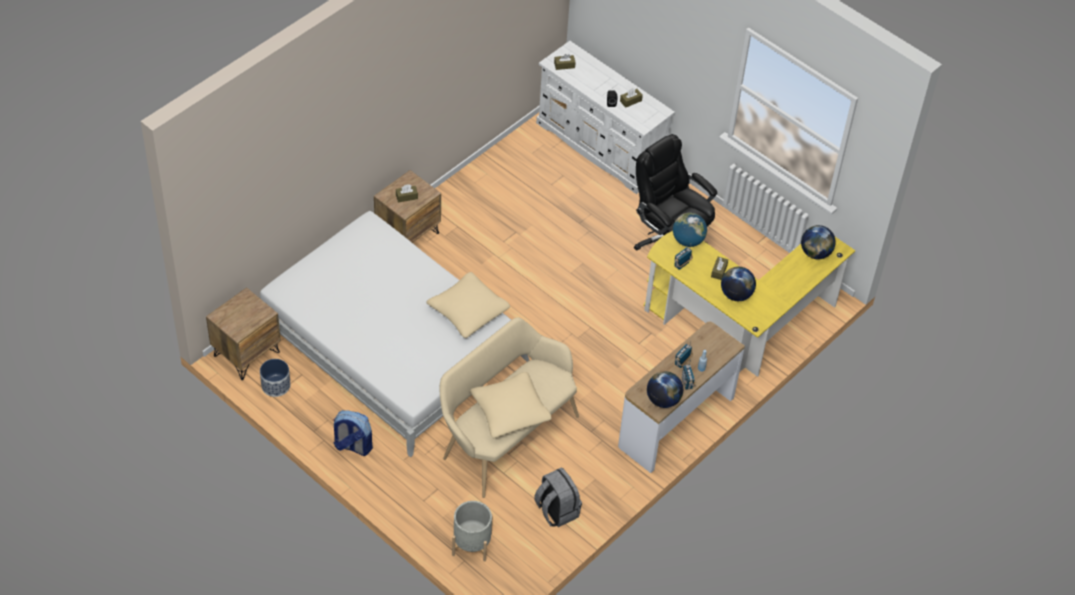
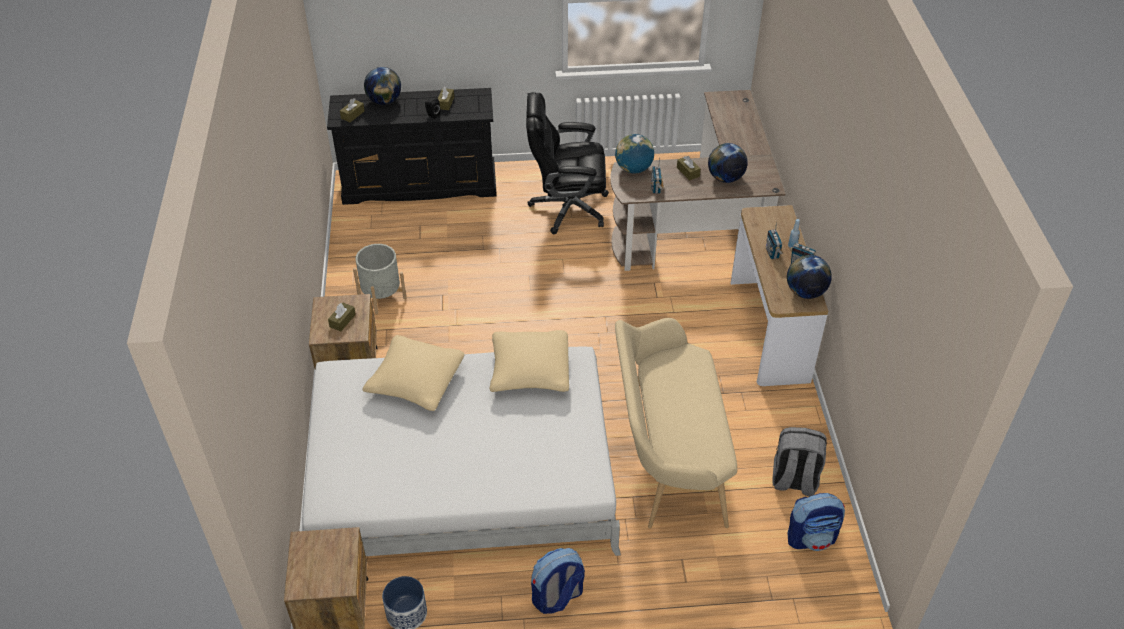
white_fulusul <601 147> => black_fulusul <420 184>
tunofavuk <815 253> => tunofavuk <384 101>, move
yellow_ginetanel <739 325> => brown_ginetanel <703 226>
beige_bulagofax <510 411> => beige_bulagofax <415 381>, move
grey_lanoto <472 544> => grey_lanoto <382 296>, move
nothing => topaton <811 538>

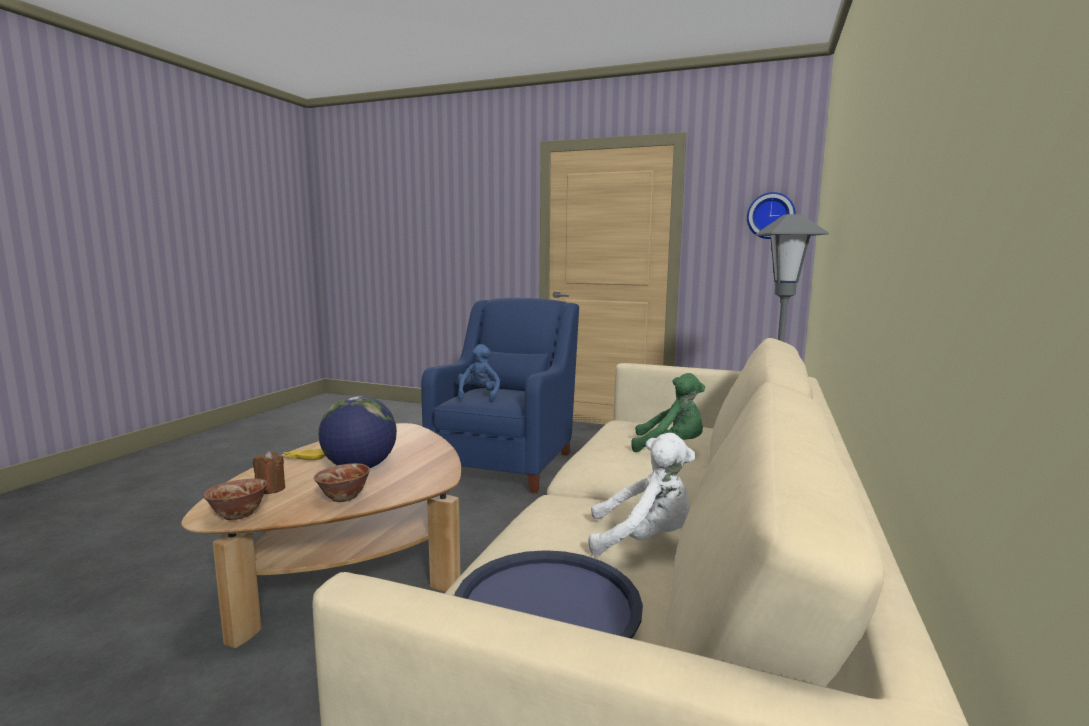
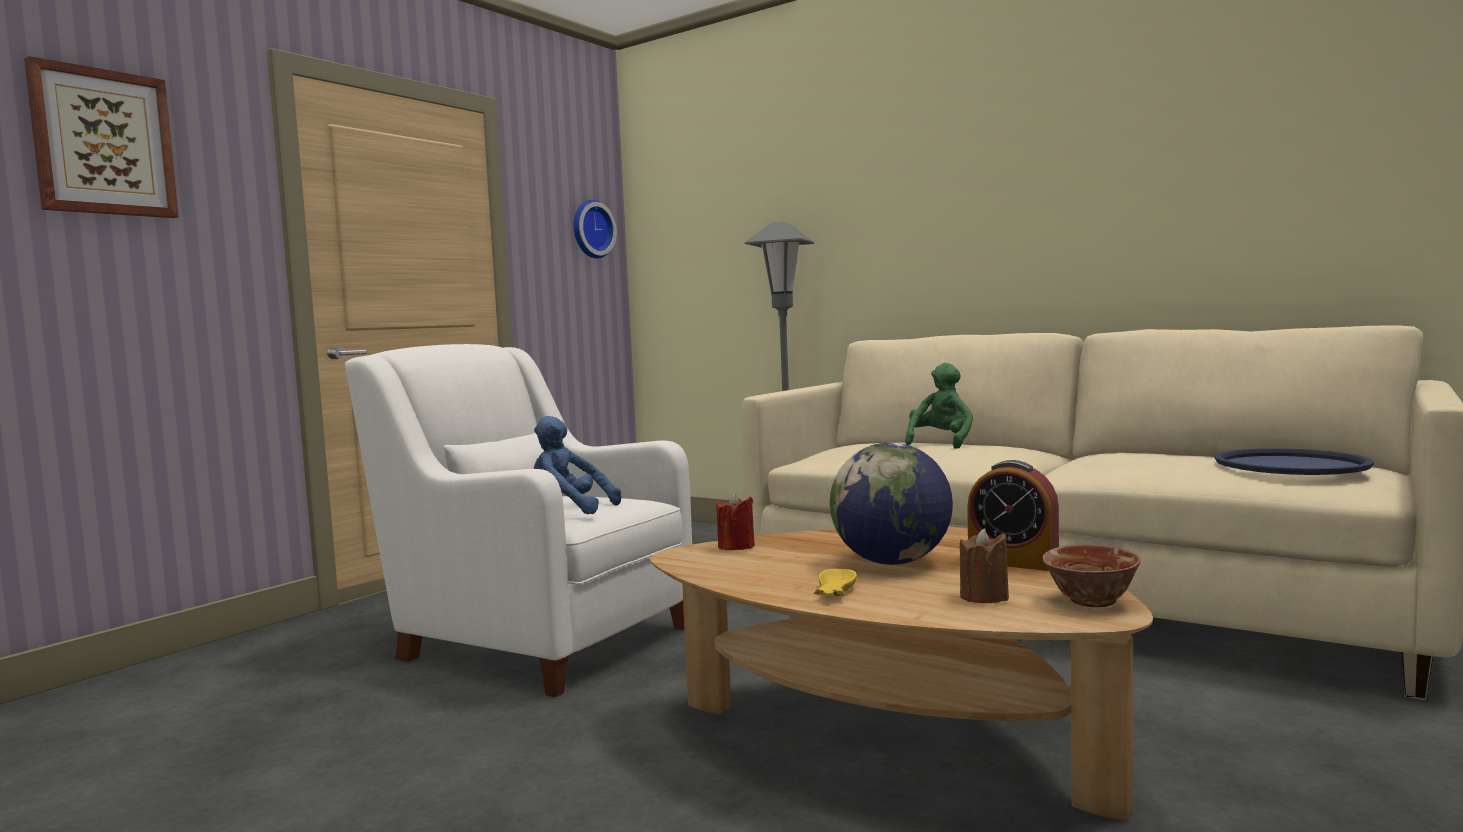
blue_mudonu <506 462> => white_mudonu <537 640>
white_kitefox <644 540> => nothing
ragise <343 497> => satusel <1013 562>
nothing => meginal <103 143>
nothing => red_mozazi <736 546>

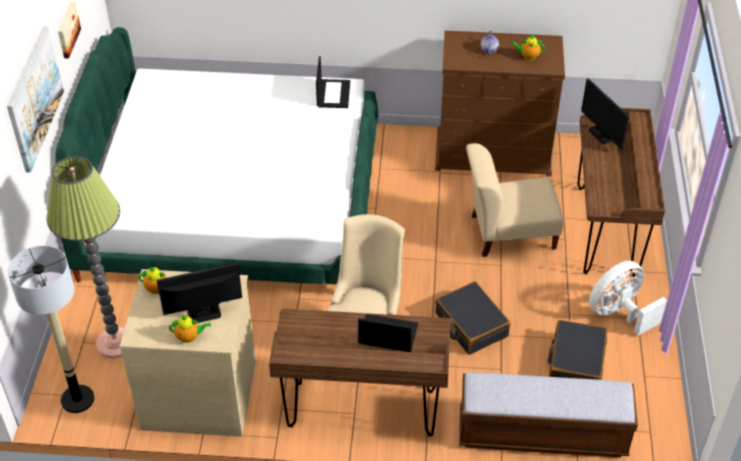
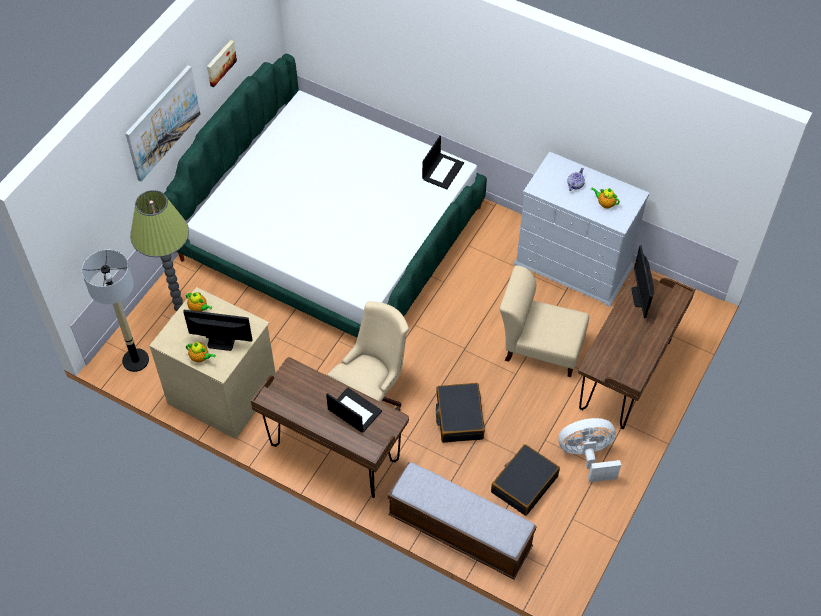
brown_fulusul <493 152> => white_fulusul <574 265>

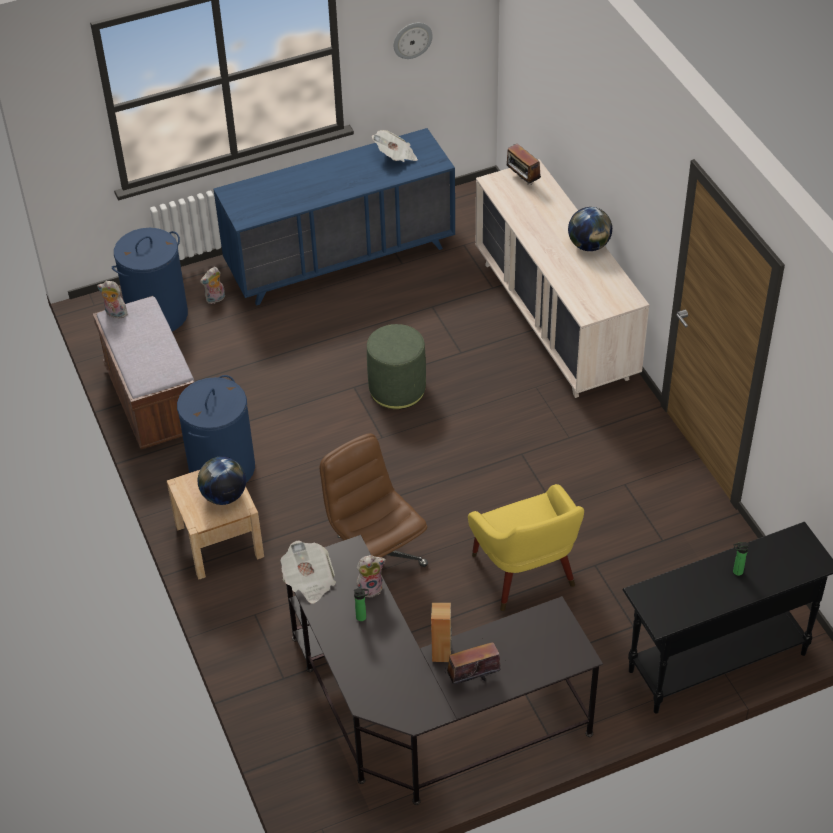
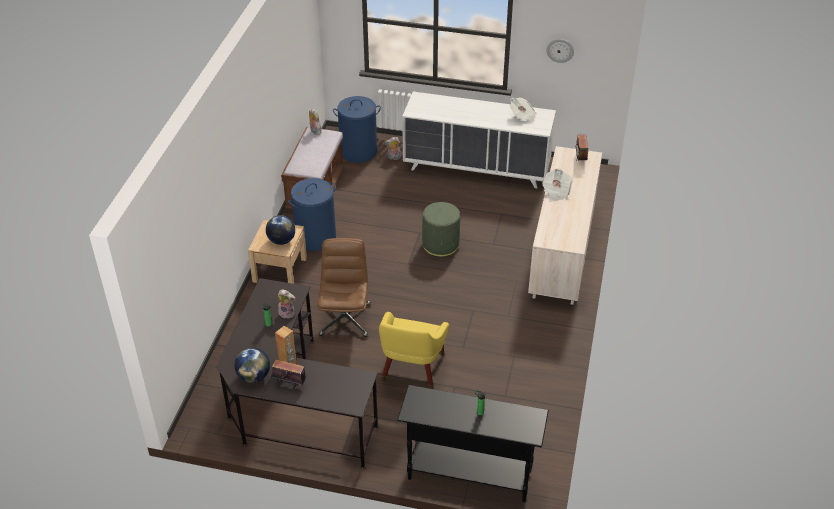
blue_fulusul <341 259> => white_fulusul <477 168>
tunofavuk <589 245> => tunofavuk <254 376>, move
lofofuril <309 581> => lofofuril <556 192>, move

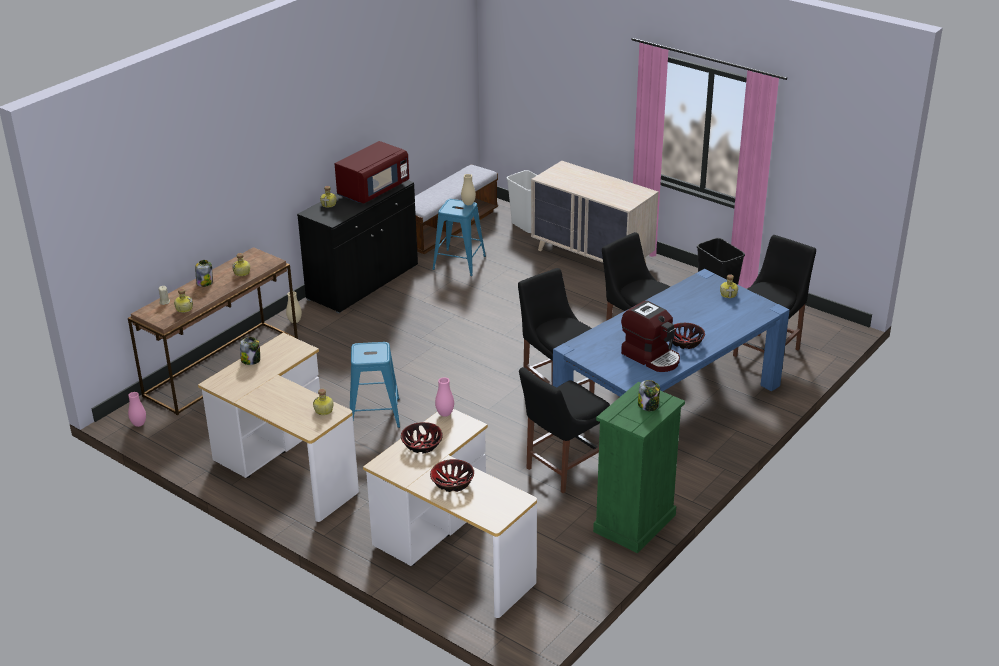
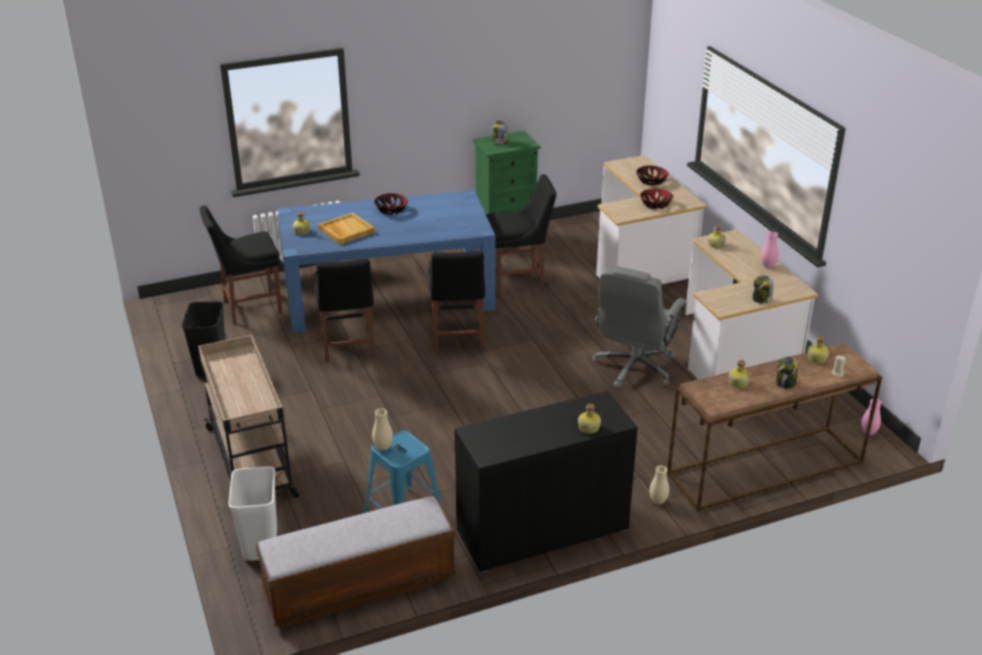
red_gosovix <373 190> => nothing
beige_fulusul <592 257> => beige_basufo <251 463>
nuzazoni <651 356> => nothing
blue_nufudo <374 414> => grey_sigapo <634 368>
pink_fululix <445 414> => pink_fululix <767 266>, move
nothing => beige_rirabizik <346 230>

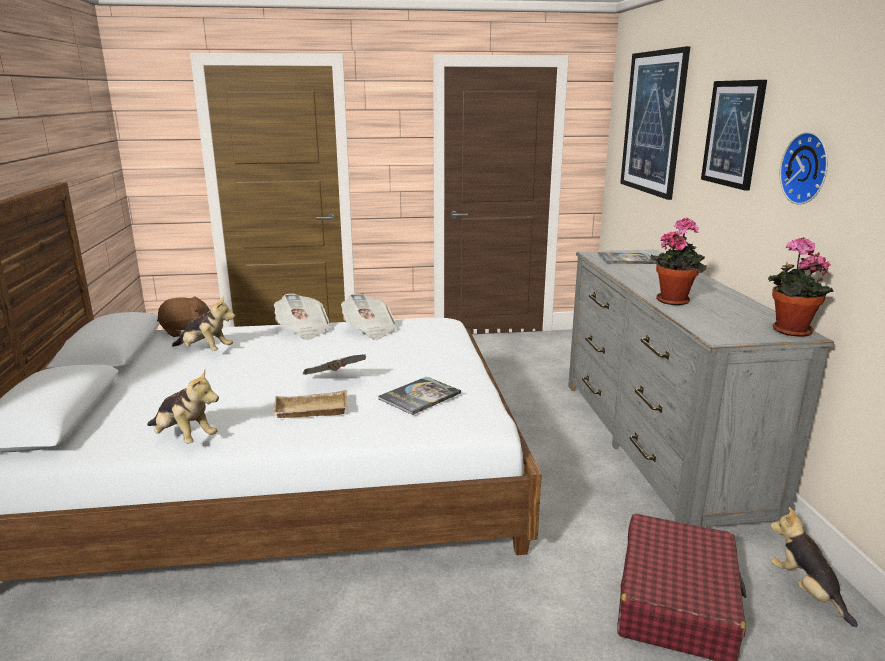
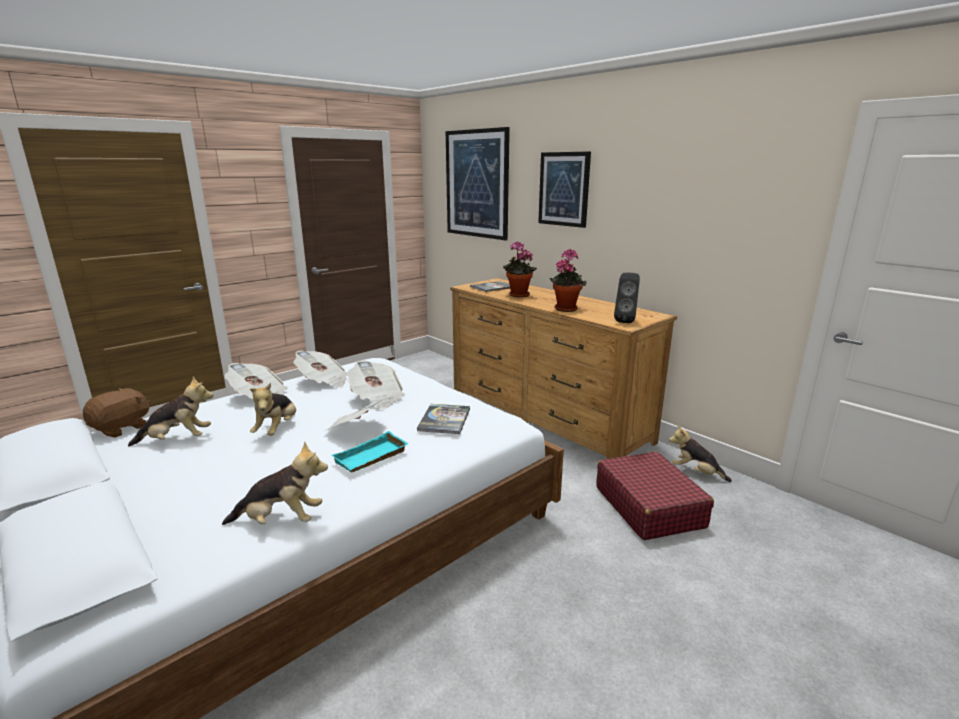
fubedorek <808 168> => nothing
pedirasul <788 331> => pedirasul <517 295>, move
grey_fulusul <656 444> => brown_fulusul <546 416>
beige_rirabizik <310 411> => turquoise_rirabizik <371 458>
nothing => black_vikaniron <625 321>
nothing => lofofuril <377 398>
nothing => kitefox <277 429>

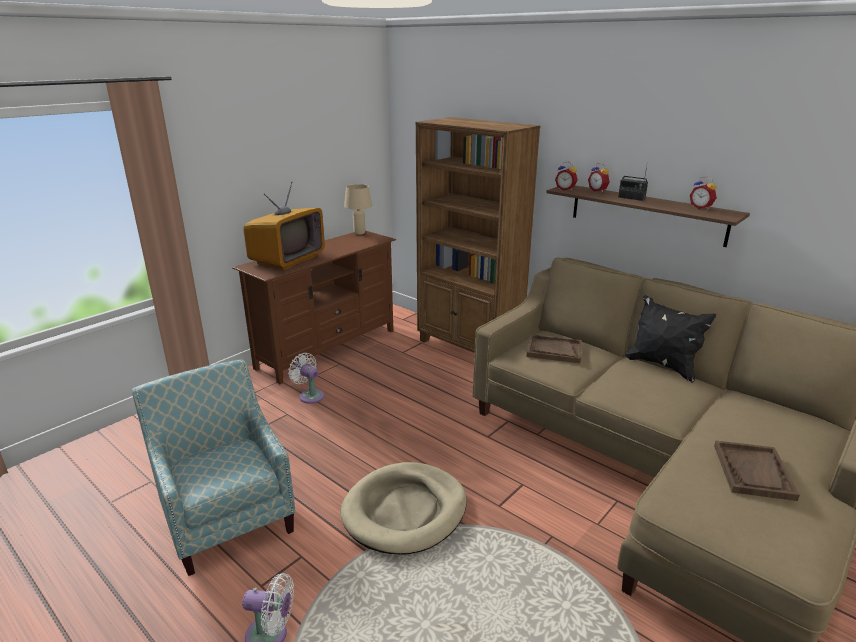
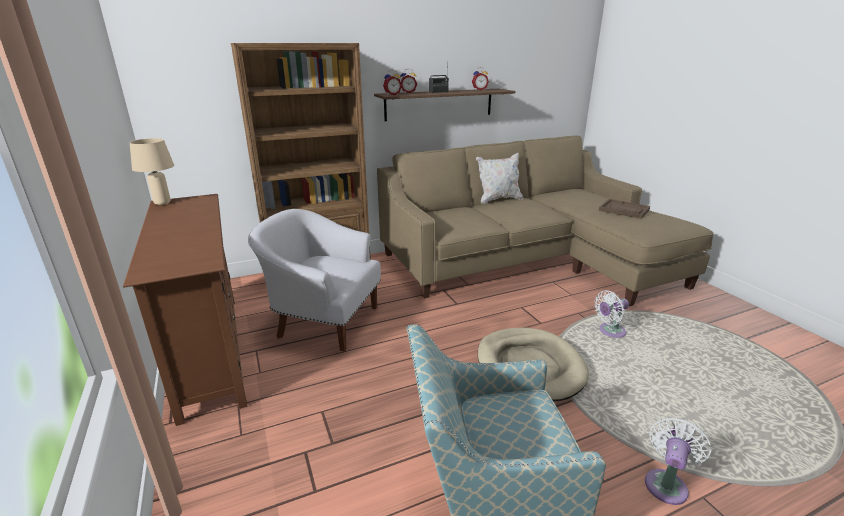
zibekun <287 259> => nothing
black_bulagofax <662 365> => white_bulagofax <498 199>
brown_rirabizik <554 350> => nothing
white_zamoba <310 395> => white_zamoba <609 331>, move
nothing => white_mudonu <324 321>

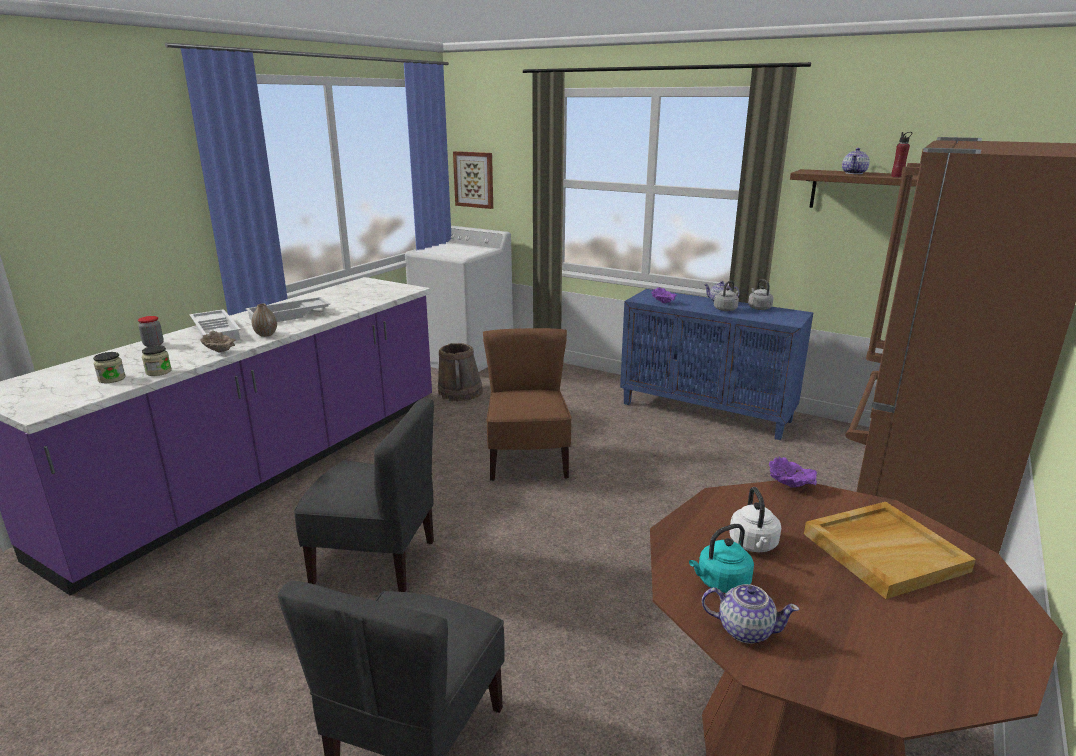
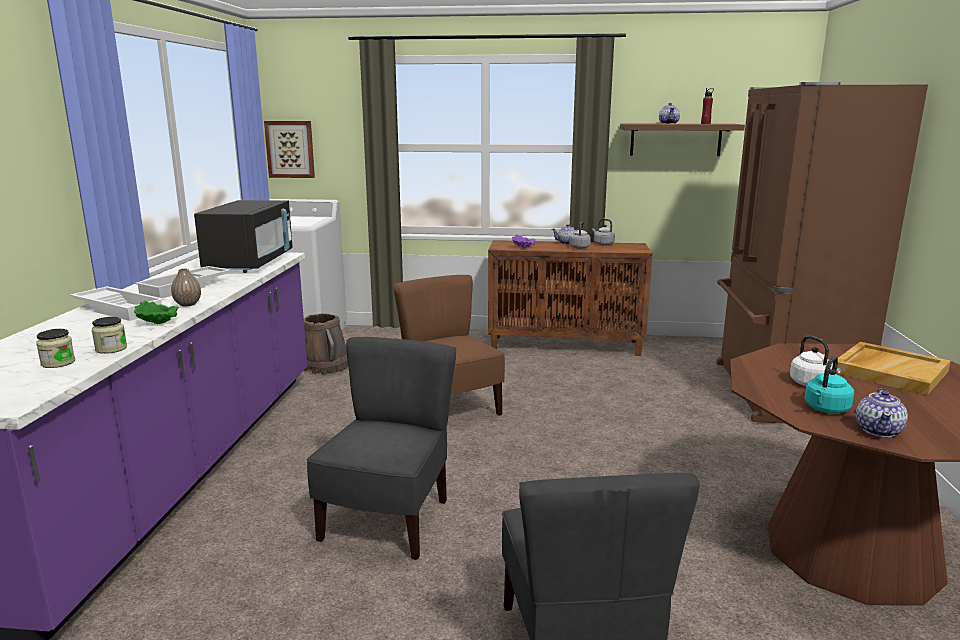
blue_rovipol <707 412> => brown_rovipol <566 345>
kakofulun <153 344> => nothing
beige_ragise <220 352> => green_ragise <158 324>
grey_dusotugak <376 561> => grey_dusotugak <388 521>, 60 degrees counterclockwise
purple_ragise <790 486> => nothing
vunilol <744 629> => vunilol <879 430>, 120 degrees clockwise
nothing => black_gosovix <250 263>

